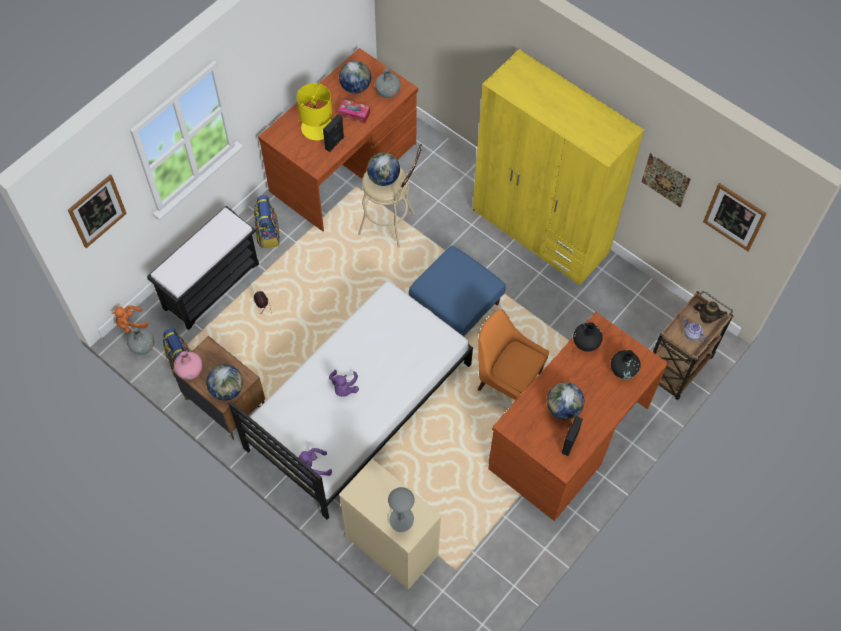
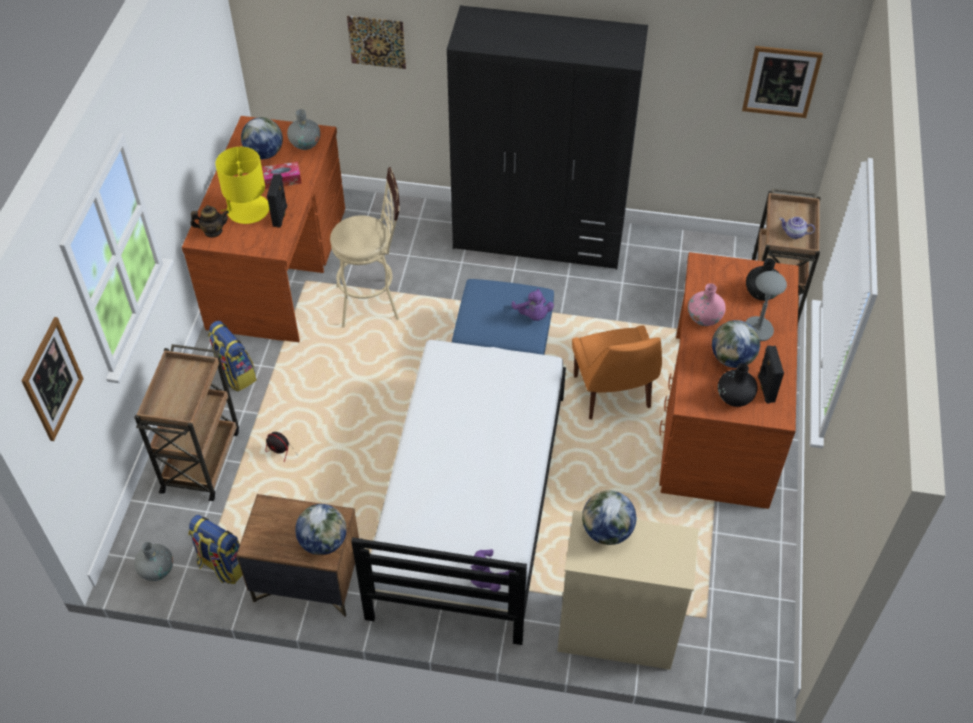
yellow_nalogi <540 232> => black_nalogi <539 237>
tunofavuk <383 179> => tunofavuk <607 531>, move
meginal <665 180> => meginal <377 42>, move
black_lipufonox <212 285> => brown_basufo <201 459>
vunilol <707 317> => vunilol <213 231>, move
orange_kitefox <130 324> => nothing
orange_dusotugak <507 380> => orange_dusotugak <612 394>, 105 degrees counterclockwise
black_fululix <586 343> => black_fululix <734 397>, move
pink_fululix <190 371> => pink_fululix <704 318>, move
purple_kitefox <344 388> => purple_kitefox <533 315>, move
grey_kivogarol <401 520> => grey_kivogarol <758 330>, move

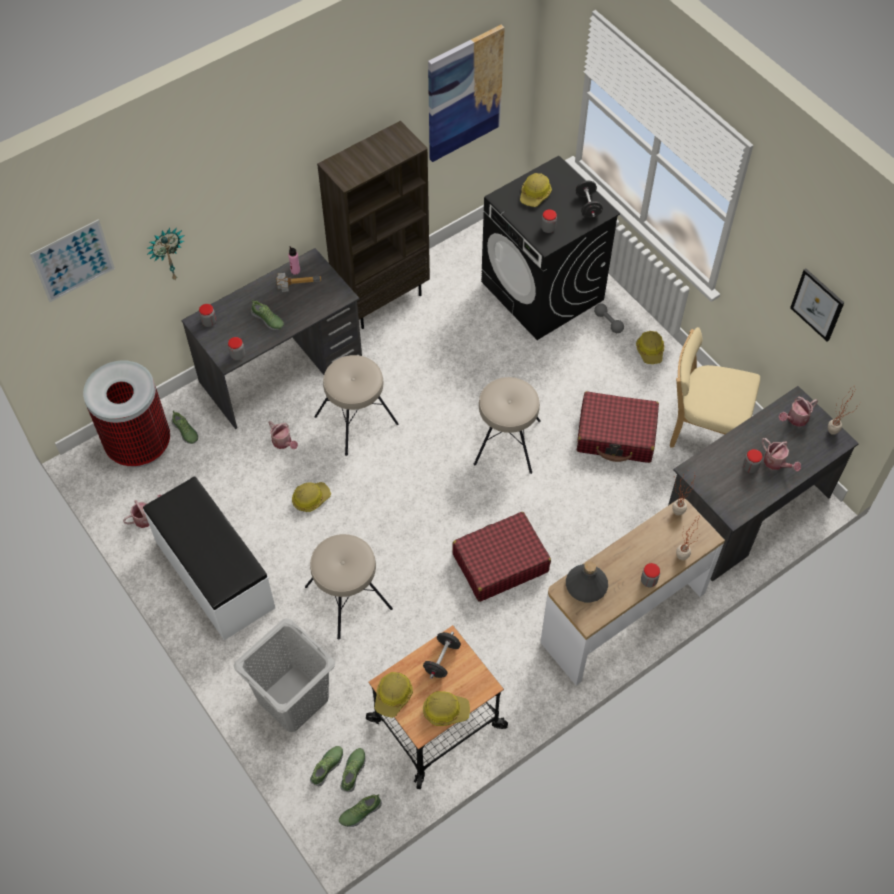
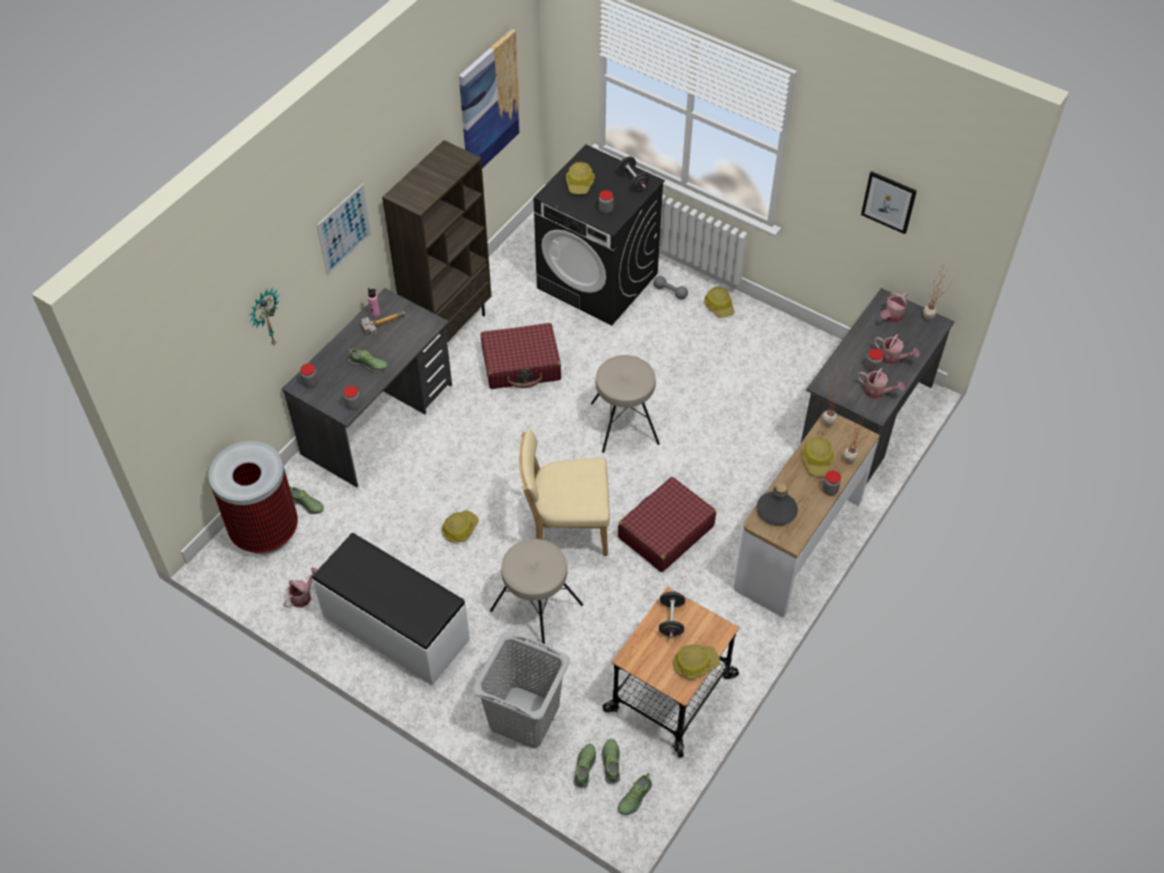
meginal <73 261> => meginal <344 229>, move
beige_dusotugak <703 429> => beige_dusotugak <566 528>, move
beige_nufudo <357 420> => nothing
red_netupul <616 434> => red_netupul <521 364>, move
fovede <283 443> => fovede <877 392>, move
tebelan <393 696> => tebelan <817 460>, move

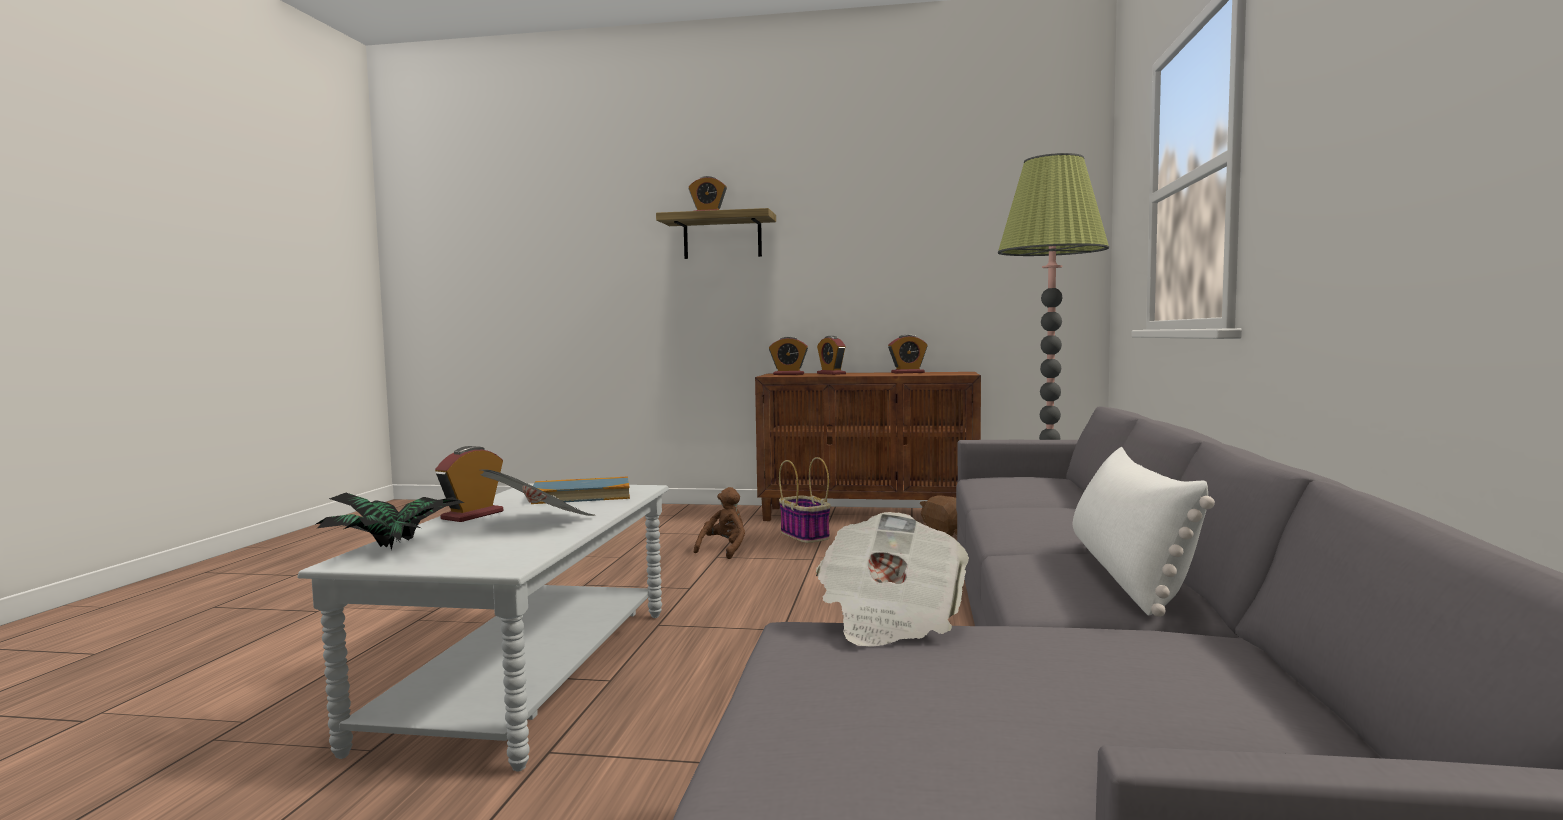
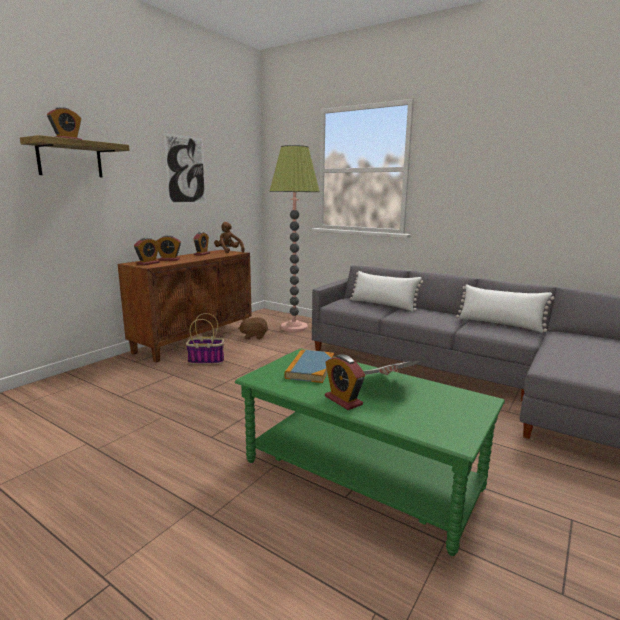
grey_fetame <528 674> => green_fetame <360 476>
brown_kitefox <724 550> => brown_kitefox <228 252>, move
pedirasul <397 547> => nothing
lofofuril <890 619> => nothing
nothing => meginal <186 170>
nothing => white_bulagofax <383 305>

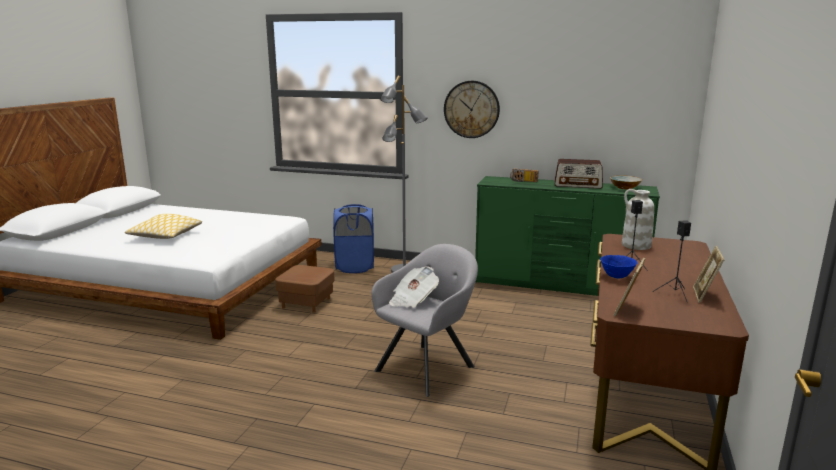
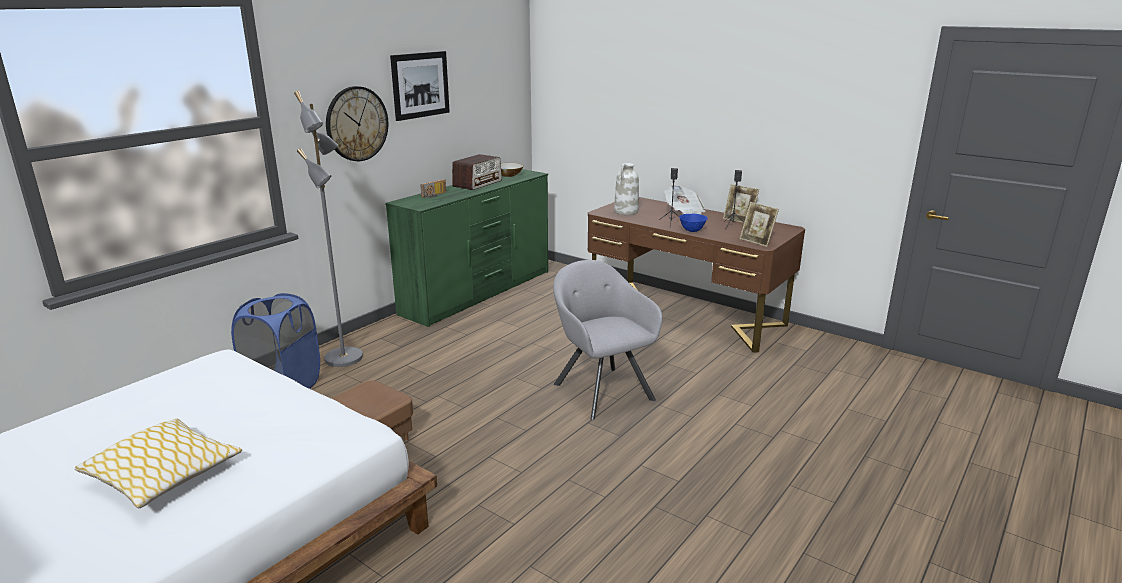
lofofuril <412 300> => lofofuril <684 212>, move
nothing => meginal <420 85>

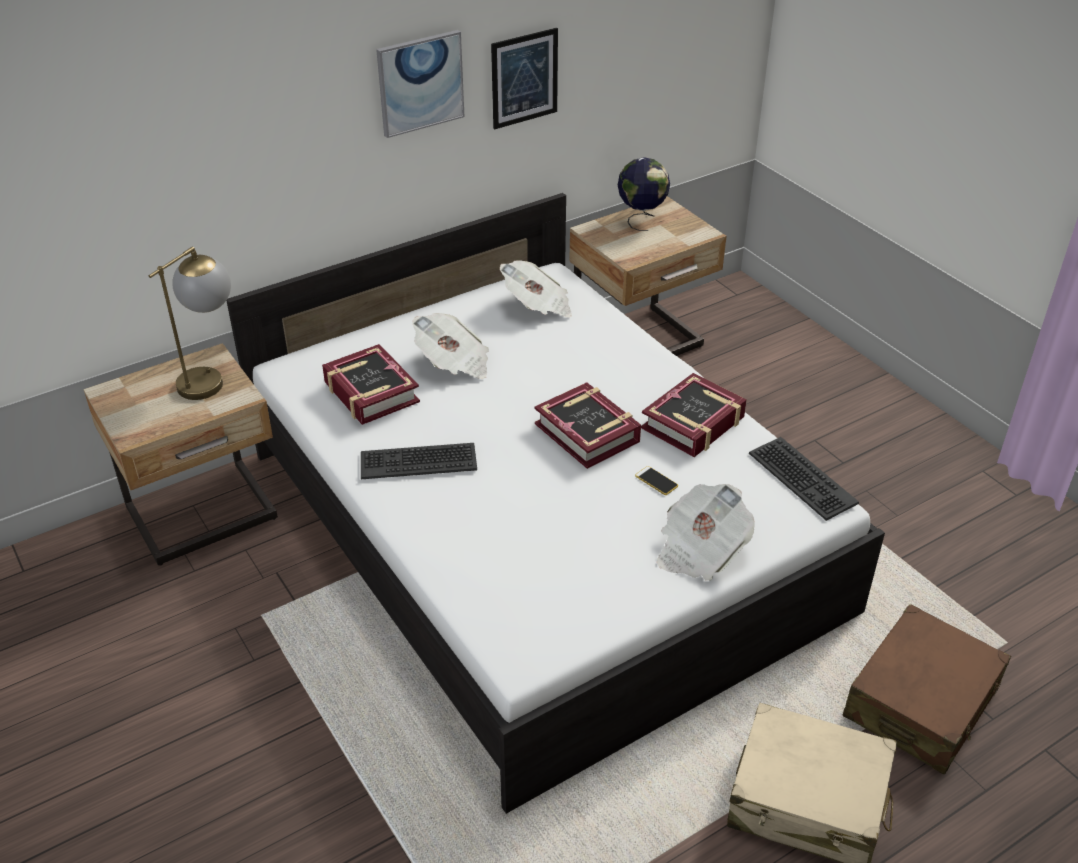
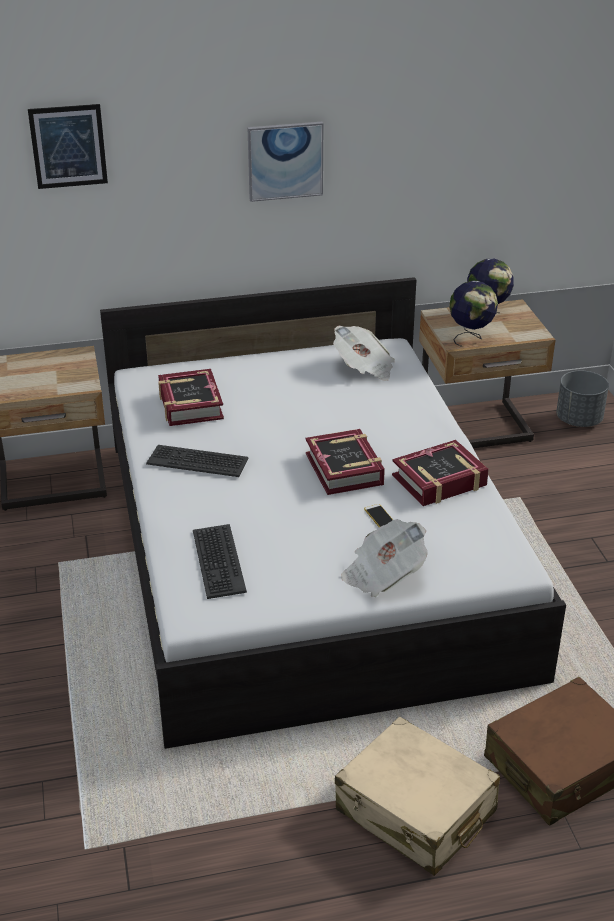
meginal <524 78> => meginal <68 146>, move
kivogarol <211 377> => nothing
lofofuril <454 363> => nothing
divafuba <801 479> => divafuba <217 561>, move
nothing => tunofavuk <470 338>
nothing => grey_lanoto <578 420>

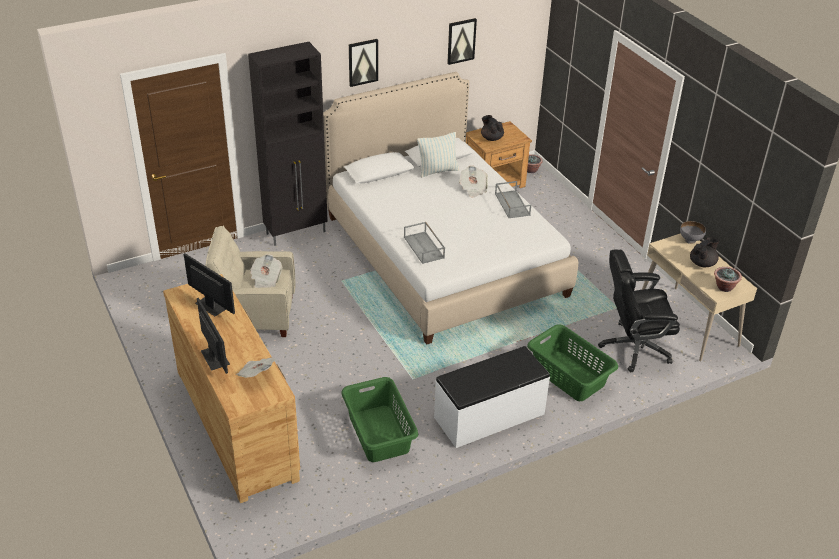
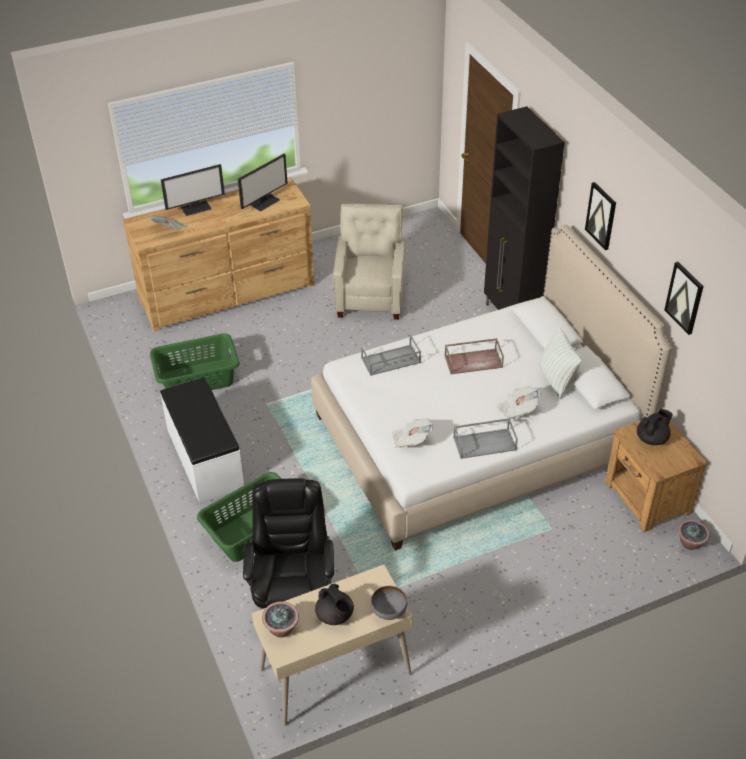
lofofuril <266 280> => lofofuril <411 440>, move
nothing => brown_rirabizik <474 361>

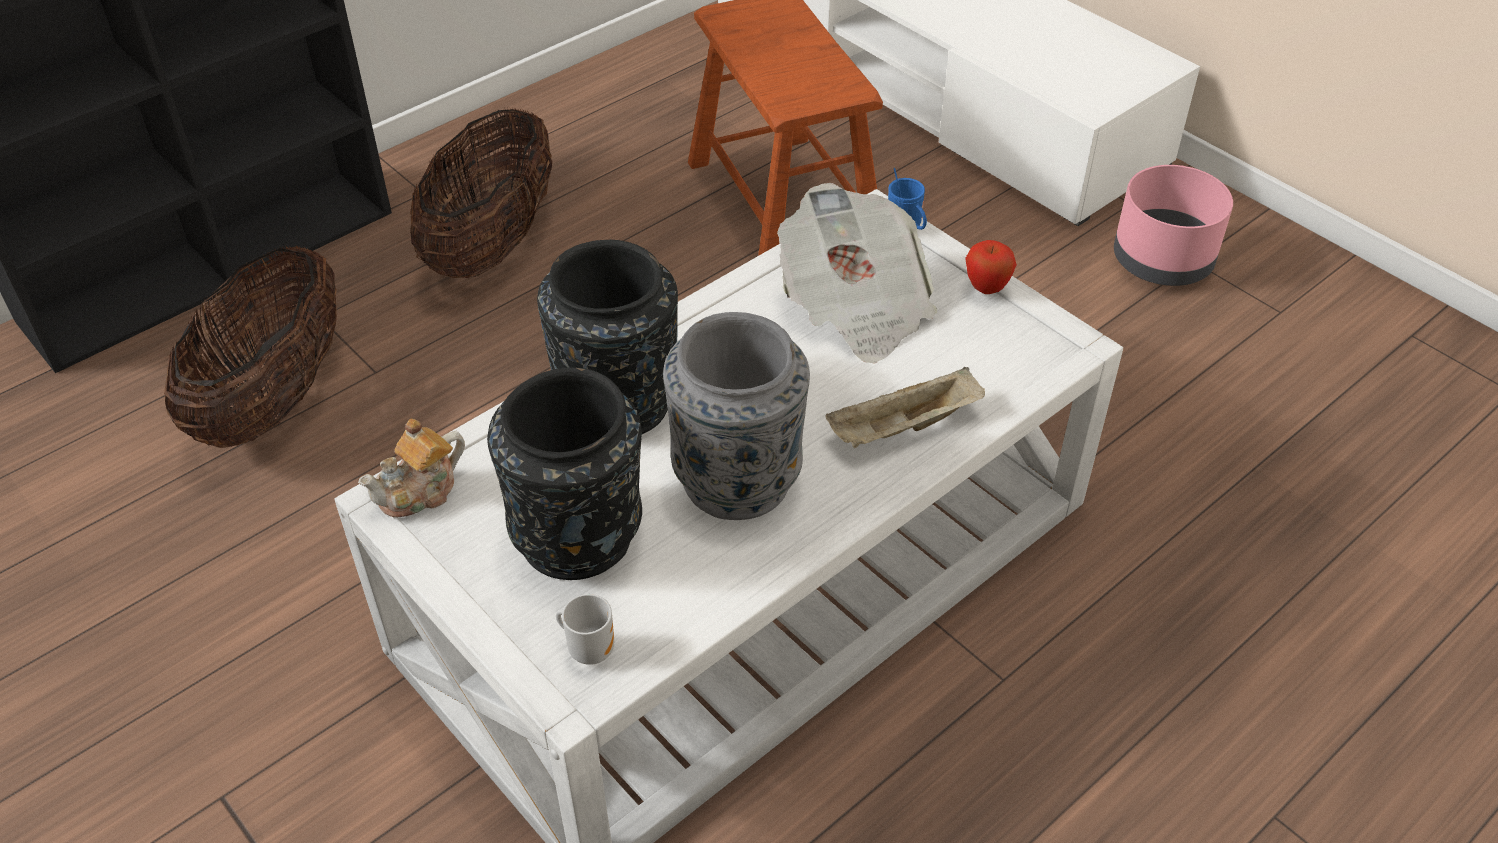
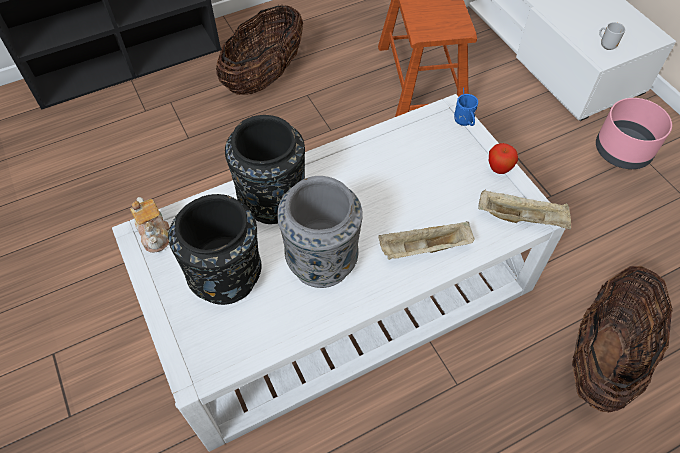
lofofuril <855 306> => nothing
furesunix <274 398> => furesunix <603 356>, move
vunilol <420 492> => vunilol <154 233>, 90 degrees counterclockwise
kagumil <590 648> => kagumil <606 45>, move
nothing => beige_rirabizik <522 218>

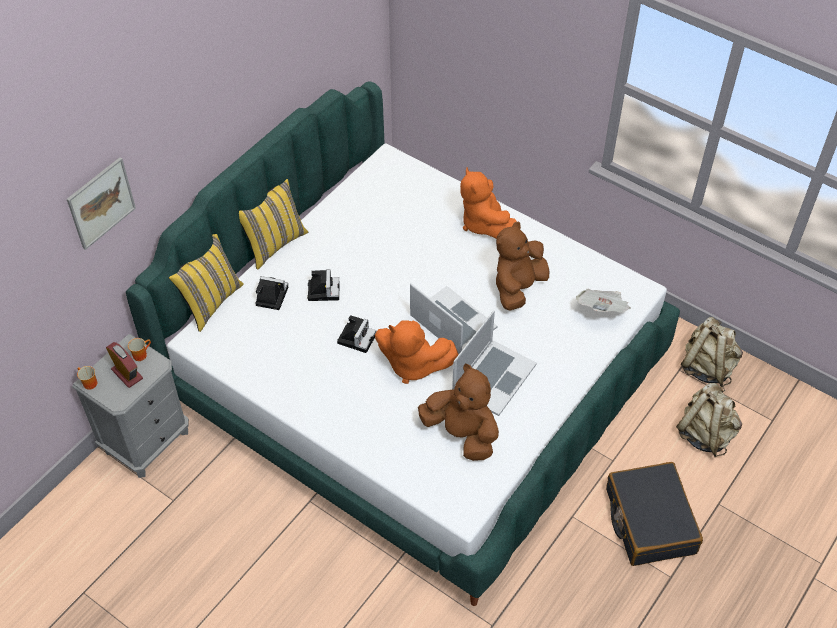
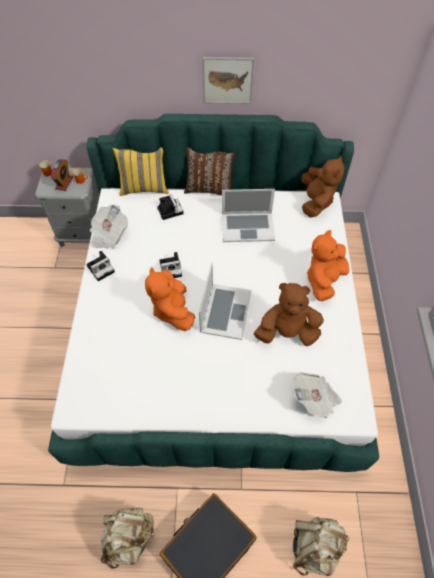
meginal <101 203> => meginal <227 80>, move
yellow_bulagofax <274 244> => brown_bulagofax <209 189>
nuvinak <323 290> => nuvinak <101 268>, move
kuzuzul <493 377> => kuzuzul <247 226>, move
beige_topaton <707 367> => beige_topaton <129 538>, move
brown_kitefox <462 434> => brown_kitefox <315 202>, move
nothing => lofofuril <108 235>

